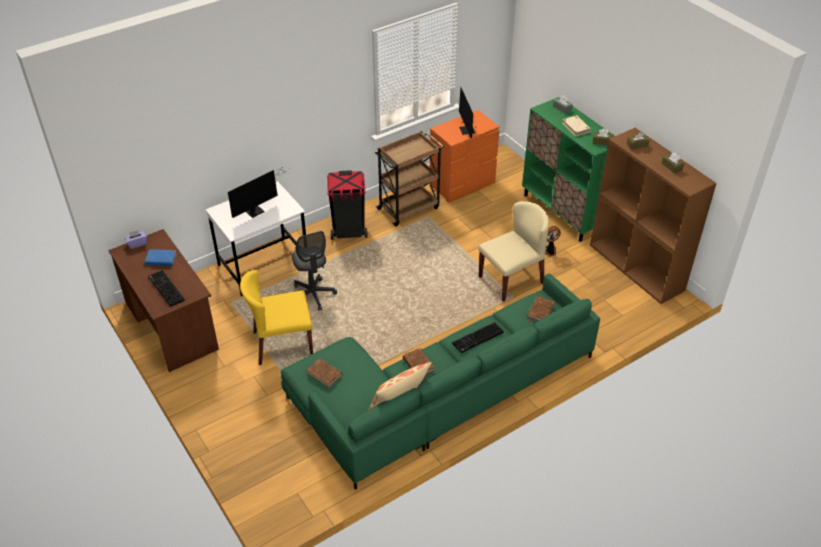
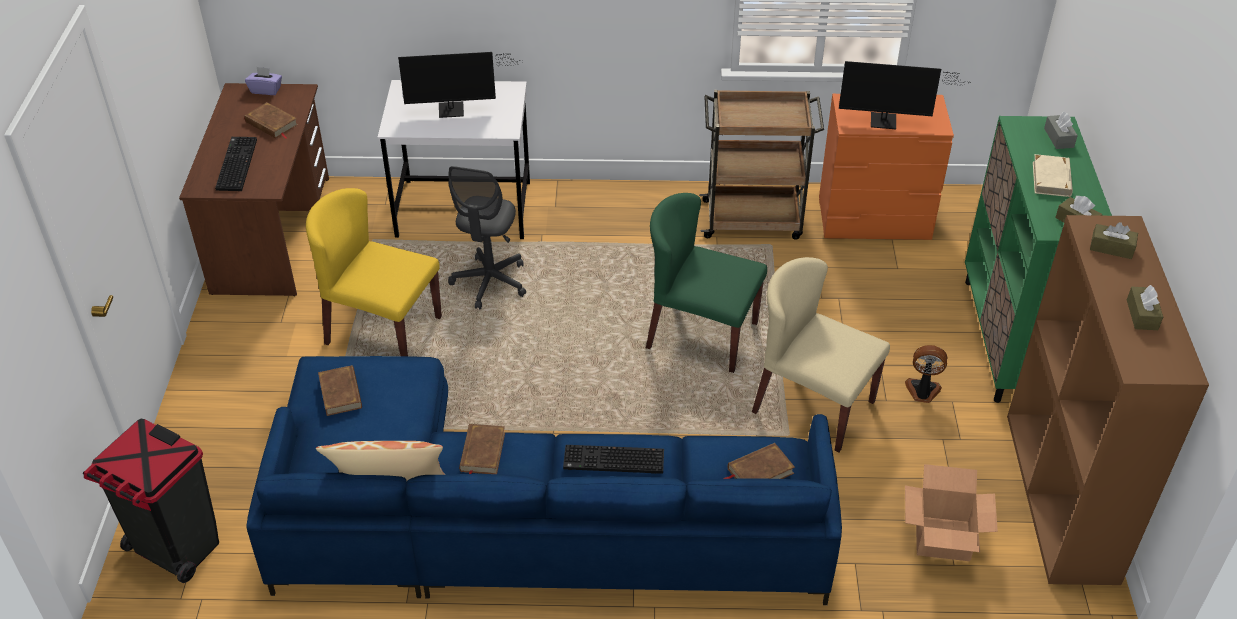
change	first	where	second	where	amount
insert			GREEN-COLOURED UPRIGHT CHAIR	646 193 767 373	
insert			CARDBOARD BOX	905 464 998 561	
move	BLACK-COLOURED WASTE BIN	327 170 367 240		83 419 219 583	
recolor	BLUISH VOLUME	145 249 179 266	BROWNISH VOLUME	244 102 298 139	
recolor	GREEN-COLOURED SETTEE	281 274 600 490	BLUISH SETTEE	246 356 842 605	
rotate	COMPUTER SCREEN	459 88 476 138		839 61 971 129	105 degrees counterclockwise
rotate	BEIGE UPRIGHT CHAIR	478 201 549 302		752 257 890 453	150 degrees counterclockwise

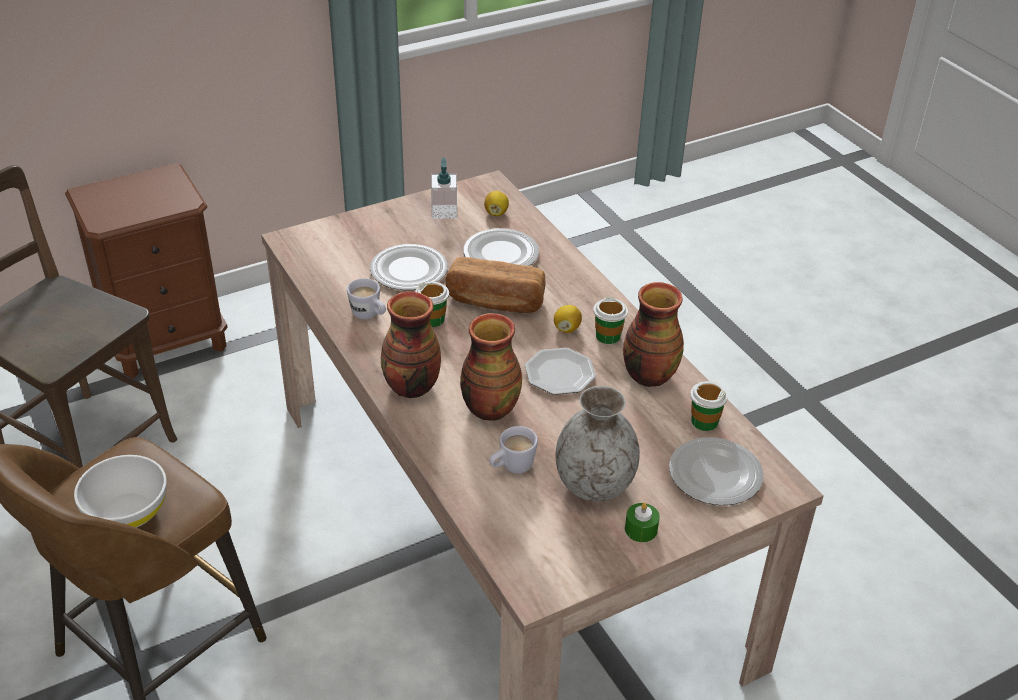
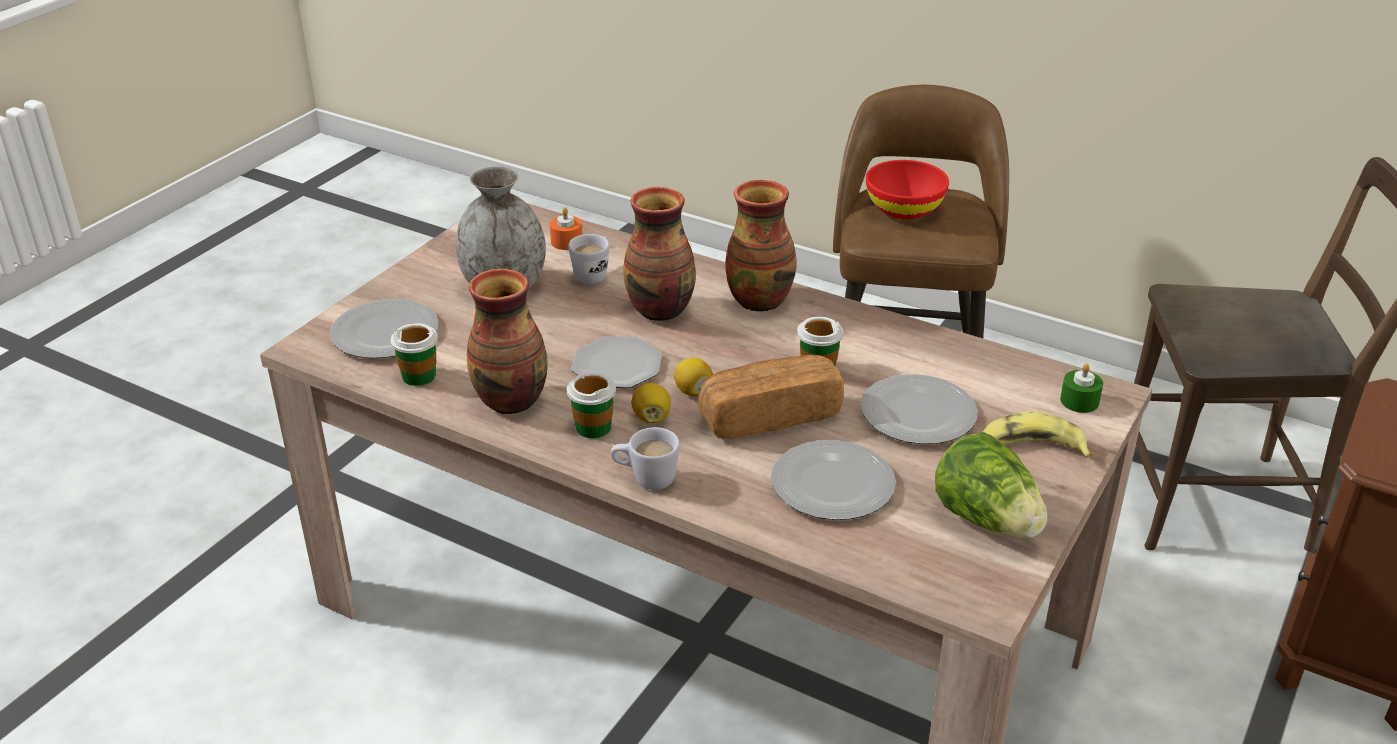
change	first	where	second	where	amount
insert			ORANGE WAX CANDLE	550 208 583 250	
insert			BANANA	982 411 1092 458	
move	WHITISH MUG	347 278 386 319		611 427 680 490	
move	CITRUS FRUIT	484 191 509 216		674 358 713 396	
move	GREEN-COLOURED WAX CANDLE	625 502 660 542		1060 363 1103 413	
replace	LIQUID SOAP BOTTLE	431 158 457 219	LETTUCE HEAD	935 432 1047 538	
recolor	WHITISH BOWL	74 455 167 528	RED-COLOURED BOWL	866 160 949 219	

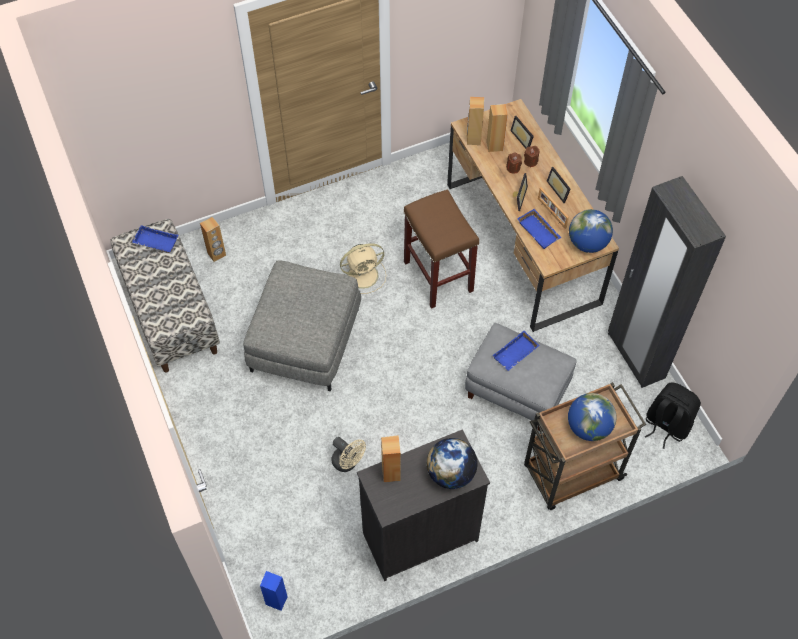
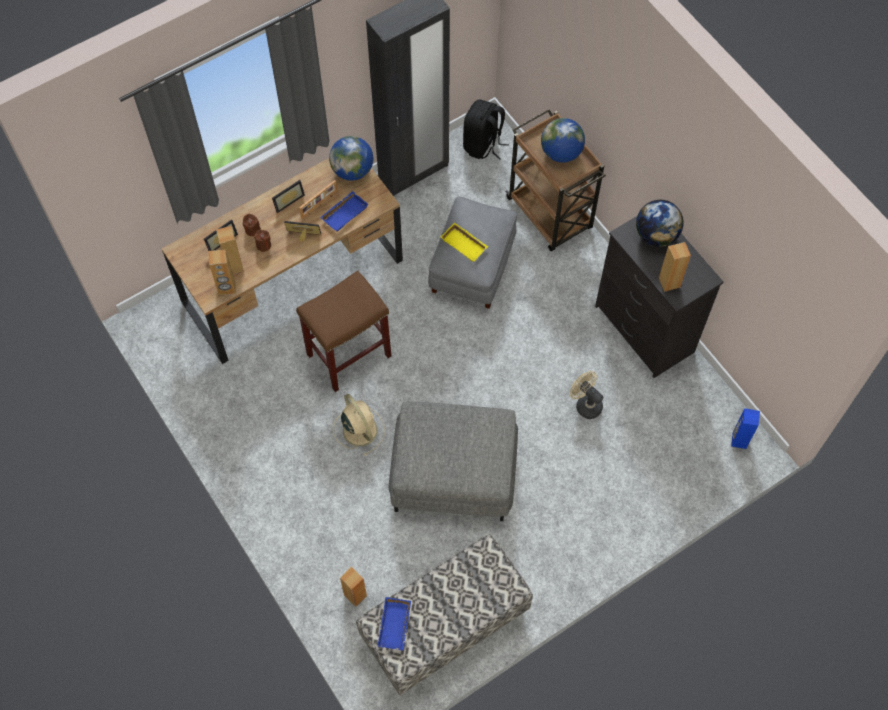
change	first	where	second	where	amount
recolor	BLUISH CARRYING TRAY	492 331 540 371	YELLOW CARRYING TRAY	441 222 488 262	
rotate	BEIGE FAN	331 437 366 472		570 371 603 419	75 degrees counterclockwise

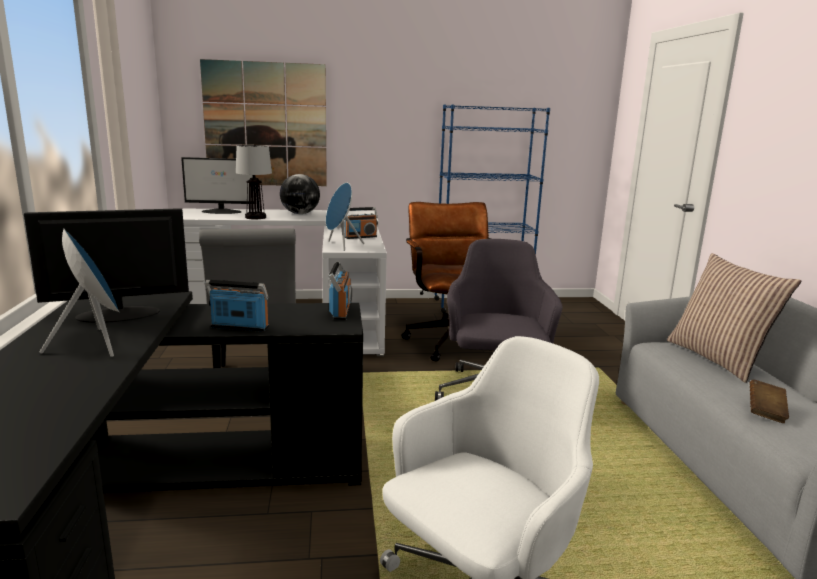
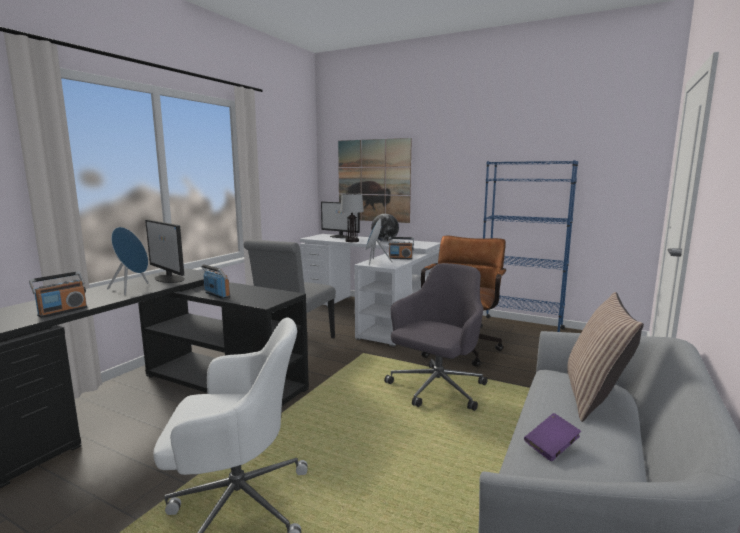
change	first	where	second	where	amount
move	RADIO	328 261 352 320		29 271 87 318	
recolor	BROWNISH VOLUME	750 379 789 423	PURPLE VOLUME	524 413 581 461	
rotate	COMPUTER SCREEN	24 208 189 323		145 219 185 283	150 degrees counterclockwise

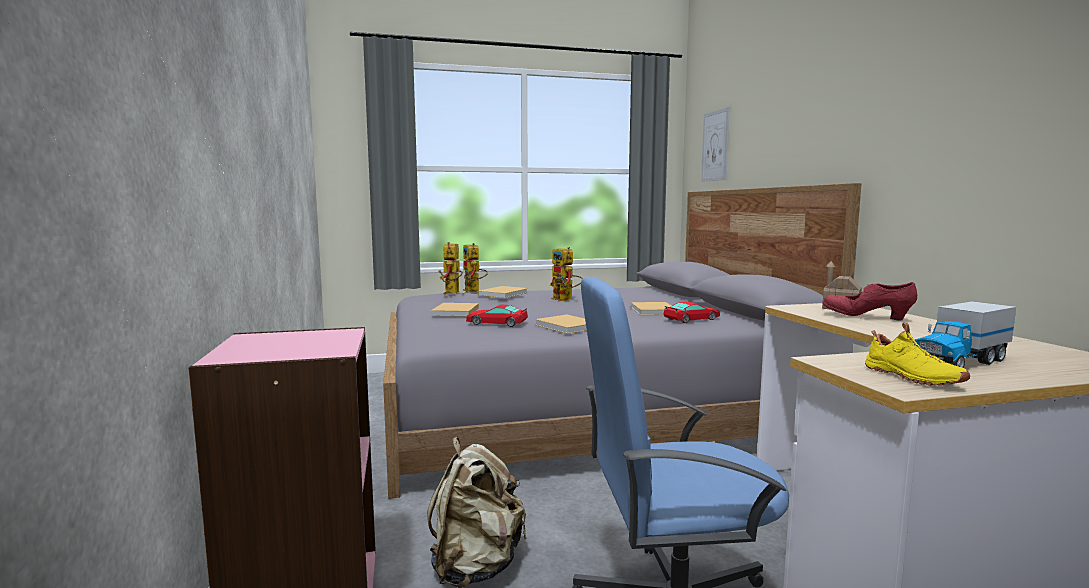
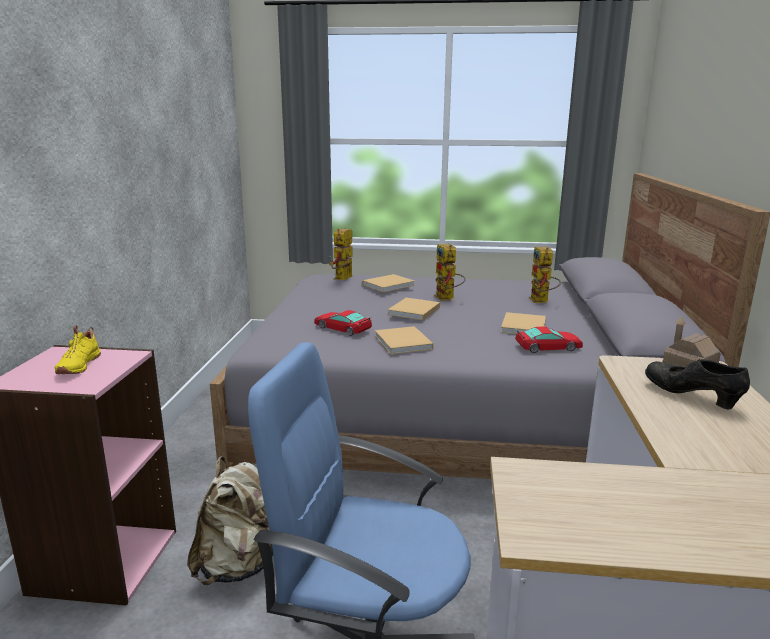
change	first	where	second	where	amount
delete	PICTURE	701 107 730 182			
delete	TOY TRUCK	915 301 1016 368			
move	BEIGE VOLUME	431 303 479 317		388 298 440 320	
move	ROBOT FIGURE	463 243 488 292		529 247 561 303	
move	YELLOW LOW SHOE	865 322 970 386		55 326 101 374	
recolor	RED-COLOURED LOW SHOE	823 282 917 321	BLACK-COLOURED LOW SHOE	645 359 750 409	

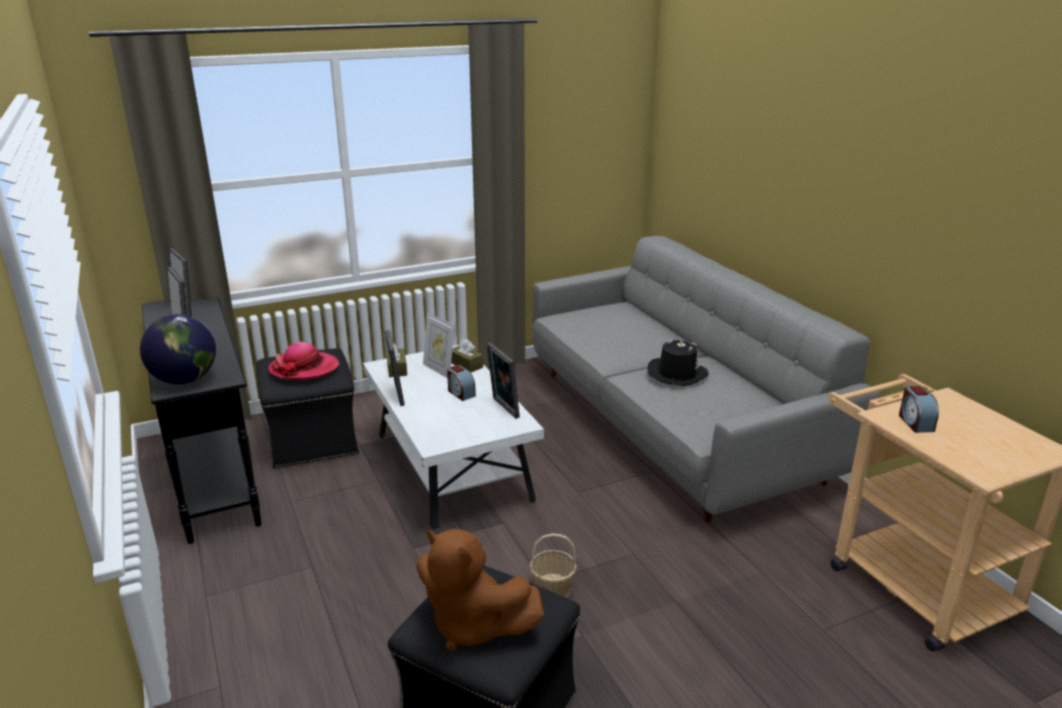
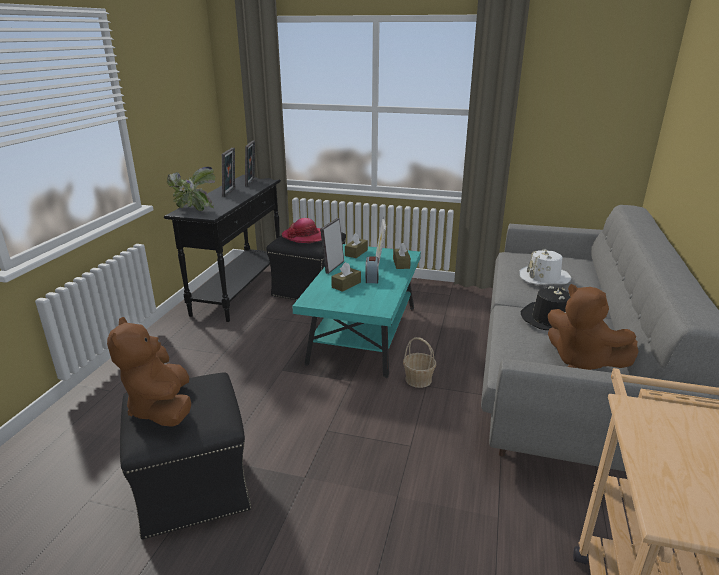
change	first	where	second	where	amount
delete	PHOTO FRAME	487 343 520 419			
delete	TABLE CLOCK	899 386 939 433			
insert			BROWNISH BOX OF TISSUES	331 262 361 292	
insert			WHITISH WEARABLE HAT	519 249 571 285	
insert			BROWNISH PLUSH TOY	548 284 639 370	
move	HOUSEHOLD BASKET	530 533 577 598		403 337 436 388	
replace	GLOBE	140 314 216 384	POTTED PLANT	167 167 215 211	
recolor	WHITISH LOW TABLE	363 345 544 530	TURQUOISE LOW TABLE	292 244 421 378	

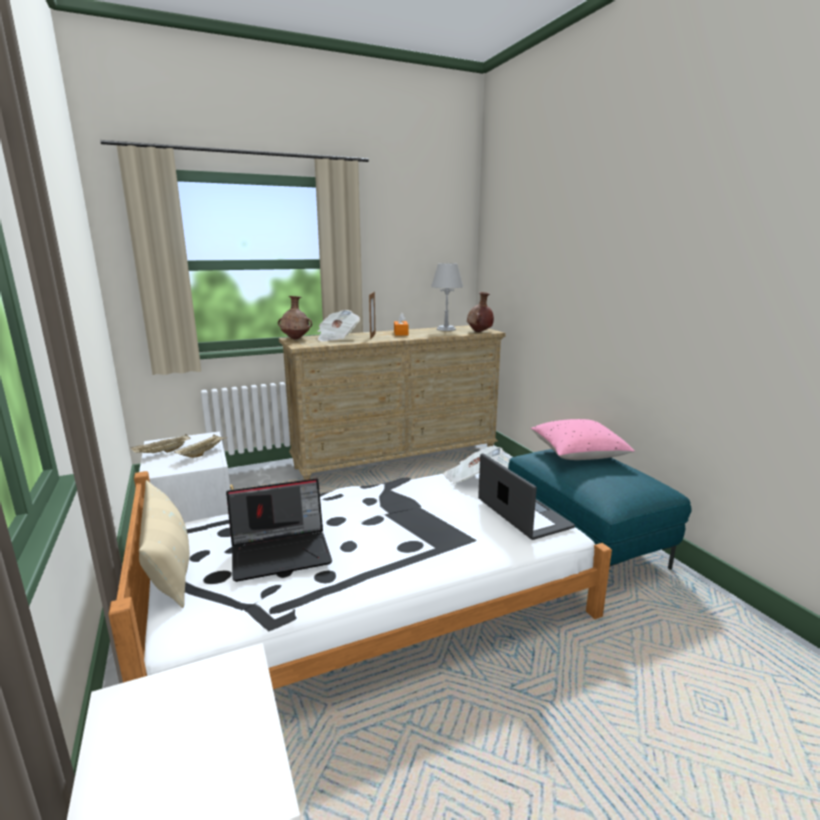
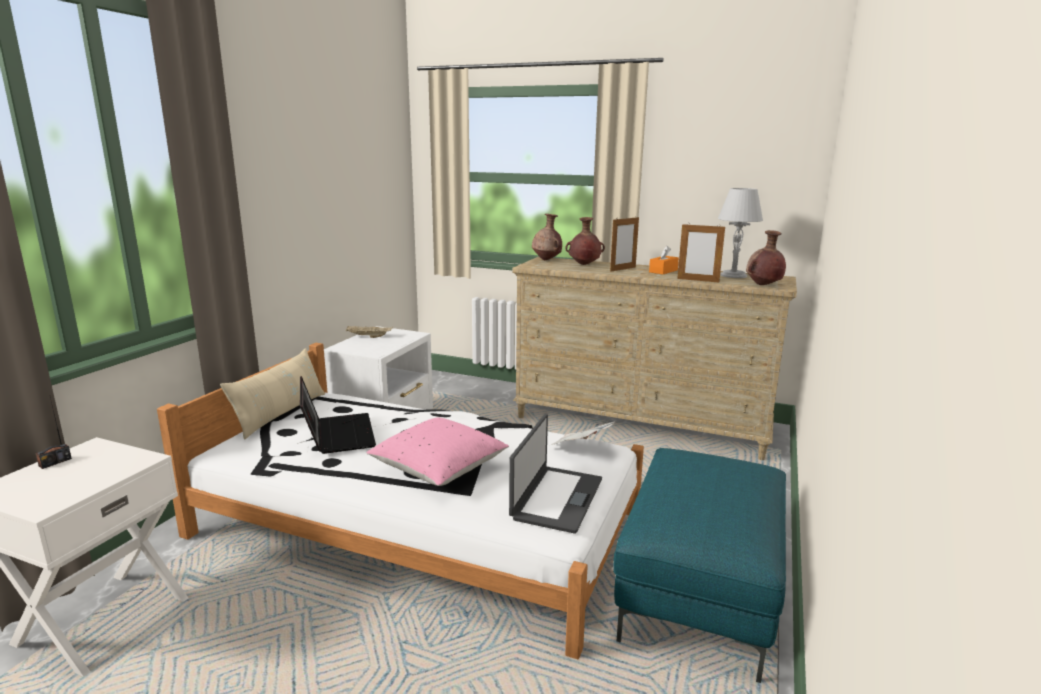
change	first	where	second	where	amount
delete	BEIGE CARRYING TRAY	174 434 228 458			
insert			RADIO	35 397 72 469	
insert			PHOTO FRAME	677 223 725 283	
move	PINK-COLOURED PILLOW	531 419 635 460		366 418 509 486	
replace	NEWSPAPER	318 310 360 341	BROWNISH VASE	566 217 605 265	
rotate	NOTEBOOK COMPUTER	226 478 332 582		300 376 376 454	135 degrees counterclockwise

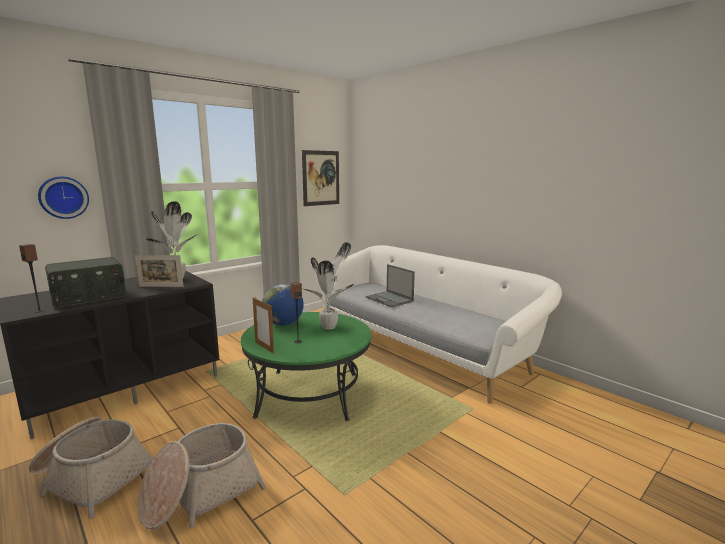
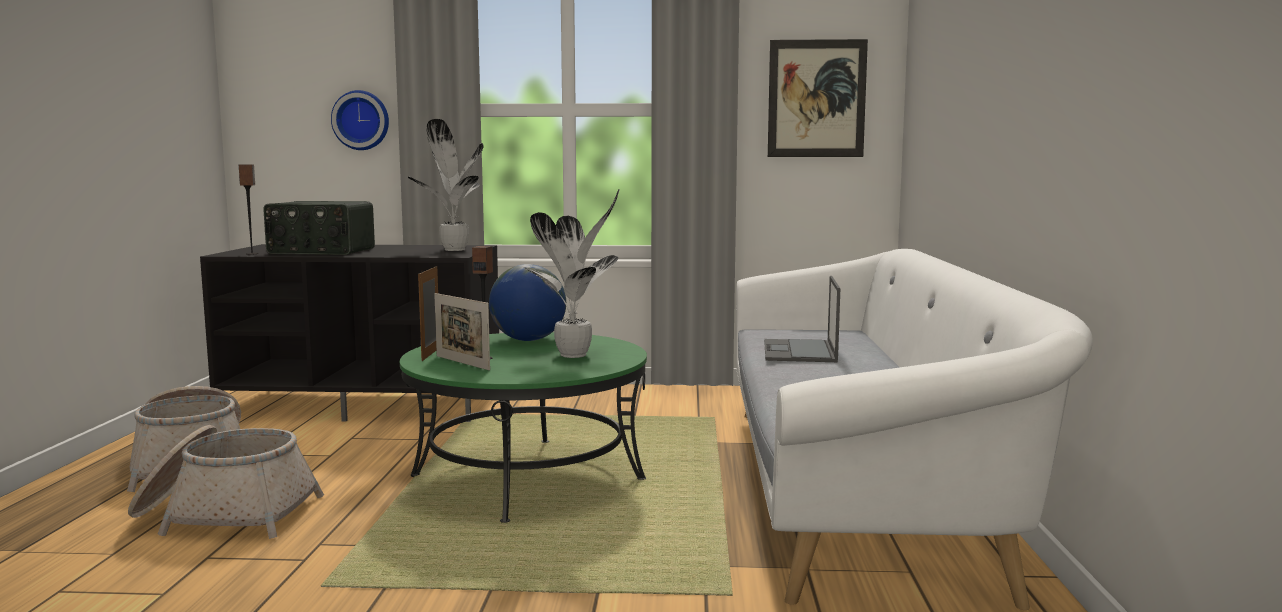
change	first	where	second	where	amount
move	PHOTO FRAME	135 255 184 287		434 293 490 370	

